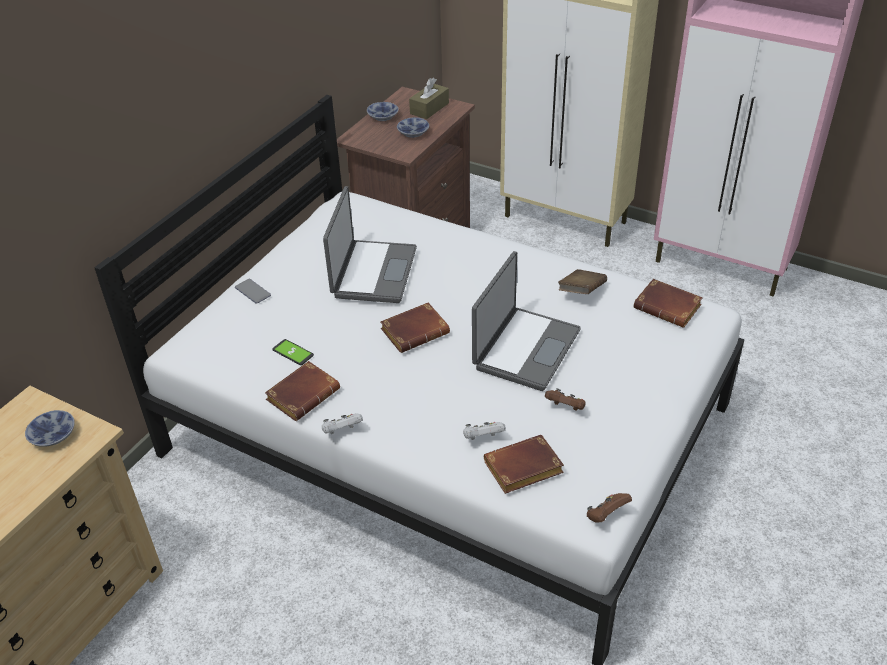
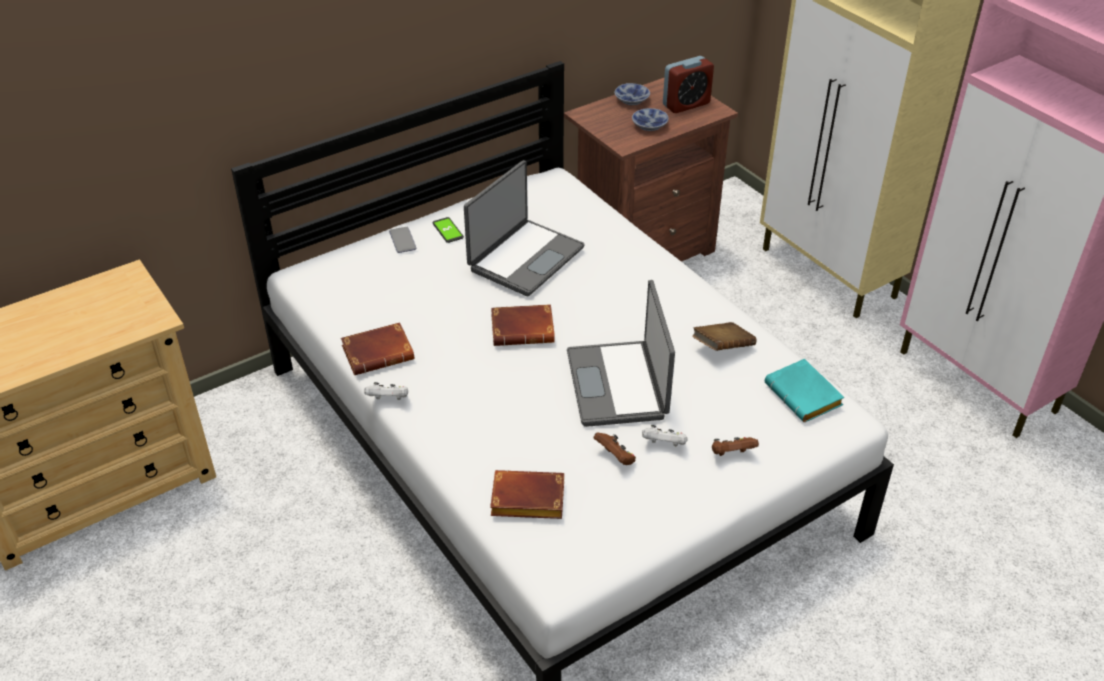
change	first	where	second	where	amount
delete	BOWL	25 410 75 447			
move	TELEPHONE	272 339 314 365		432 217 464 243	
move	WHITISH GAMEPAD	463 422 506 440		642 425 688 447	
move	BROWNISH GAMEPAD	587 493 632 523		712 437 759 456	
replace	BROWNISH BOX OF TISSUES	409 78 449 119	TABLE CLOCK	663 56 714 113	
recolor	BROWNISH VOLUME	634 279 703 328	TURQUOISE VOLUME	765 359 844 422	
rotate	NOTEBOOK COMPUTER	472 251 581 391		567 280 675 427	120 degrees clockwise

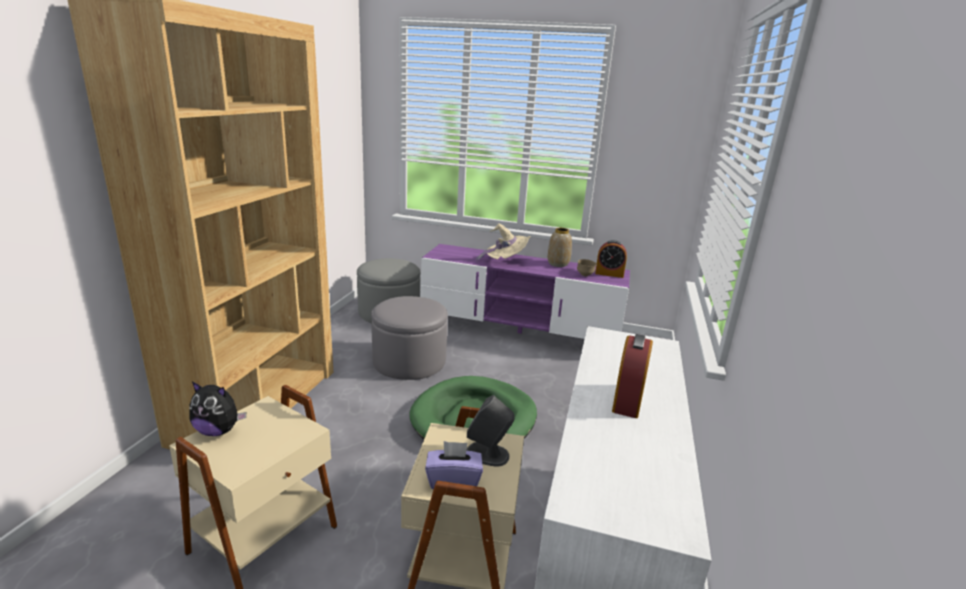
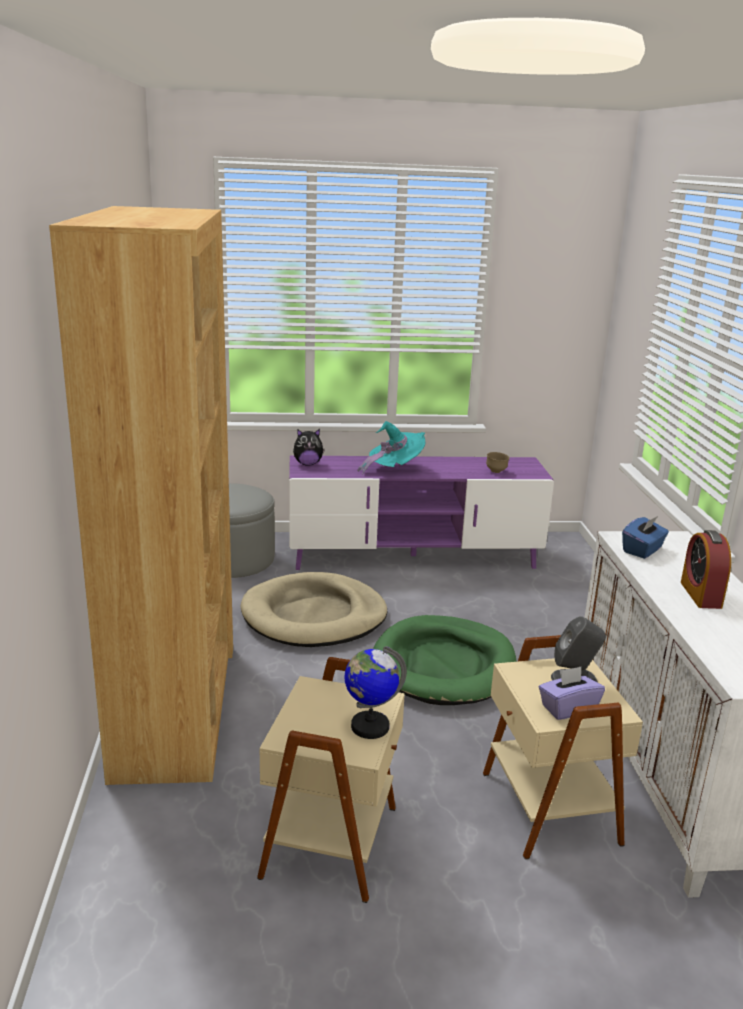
change	first	where	second	where	amount
delete	VASE	548 228 572 267			
delete	TABLE CLOCK	595 240 627 278			
insert			GLOBE	345 646 407 739	
insert			BLUISH BOX OF TISSUES	622 516 669 559	
move	PLUSH TOY	189 382 246 436		293 429 325 466	
replace	GREY OTTOMAN	371 296 448 380	BEIGE DOG CUSHION	240 572 388 647	
recolor	BEIGE WEARABLE HAT	476 223 530 262	TURQUOISE WEARABLE HAT	357 421 426 475	

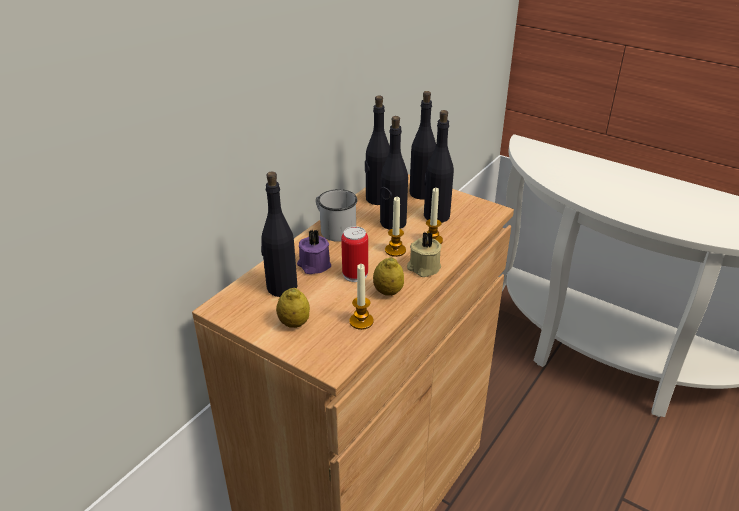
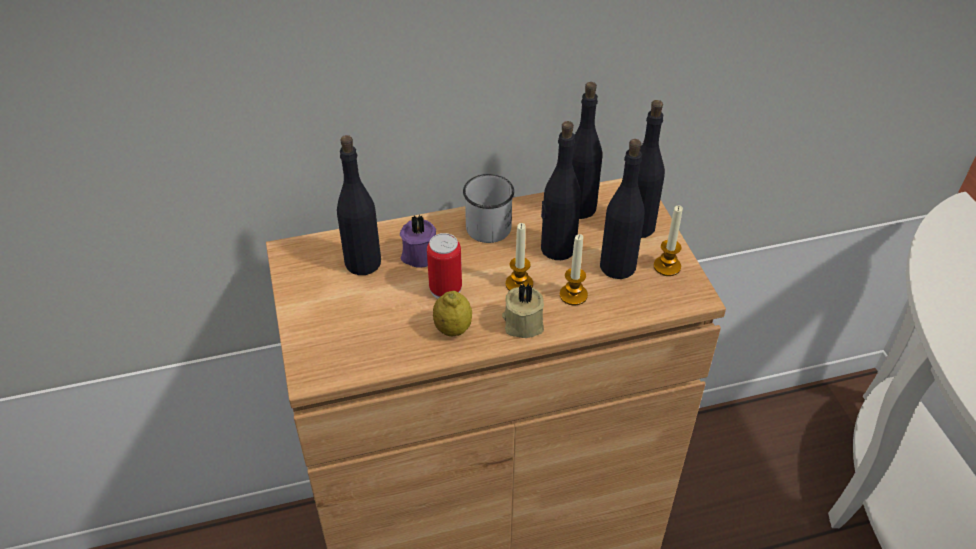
change	first	where	second	where	amount
delete	CITRUS FRUIT	276 288 310 328			
move	WAX CANDLE	349 264 374 330		654 205 683 276	

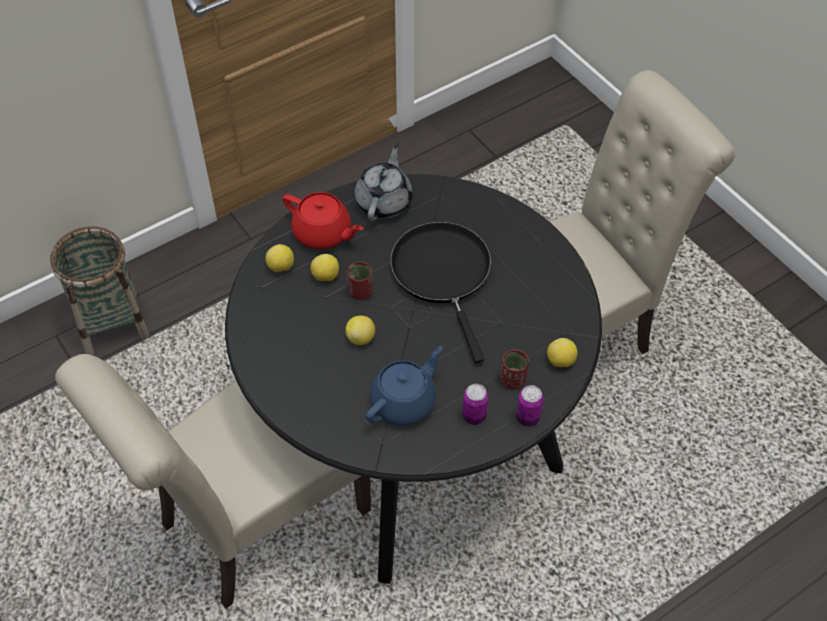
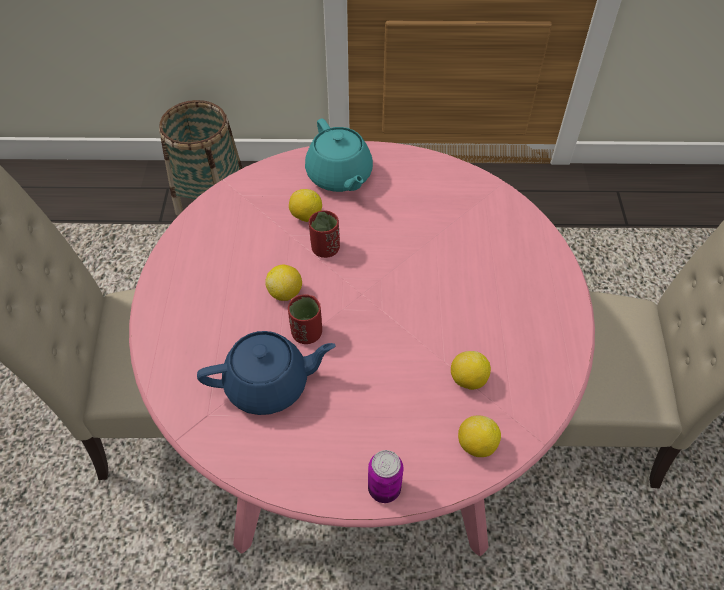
change	first	where	second	where	amount
delete	GREY TEA POT	354 143 413 221			
delete	BLACK-COLOURED SKILLET	390 222 491 363			
delete	SEALED CAN	462 384 488 425			
move	CITRUS FRUIT	265 244 294 272		451 351 491 390	
move	RED-COLOURED SMALL CUP	500 349 529 390		288 294 322 344	
recolor	BLACK-COLOURED DINING TABLE	225 174 602 584	PINK-COLOURED DINING TABLE	129 141 595 556	
recolor	RED-COLOURED TEA POT	283 192 363 249	TURQUOISE TEA POT	305 118 373 192	

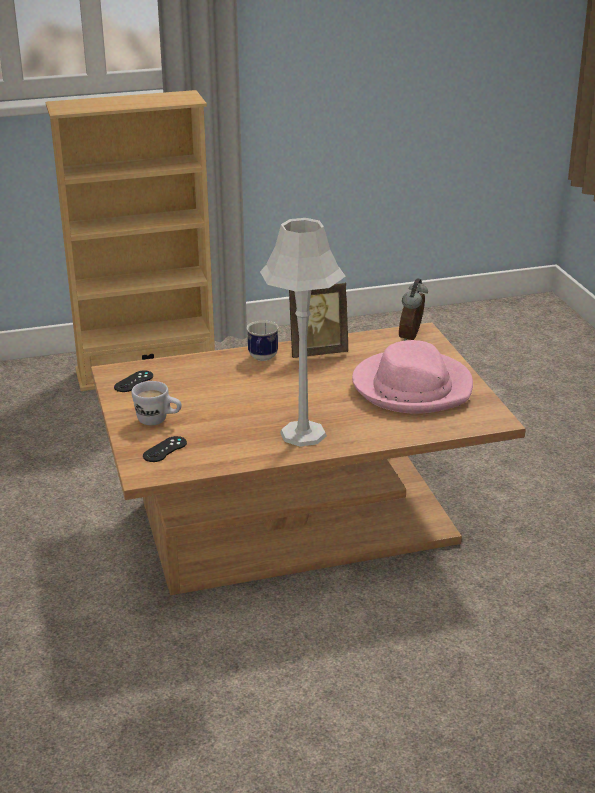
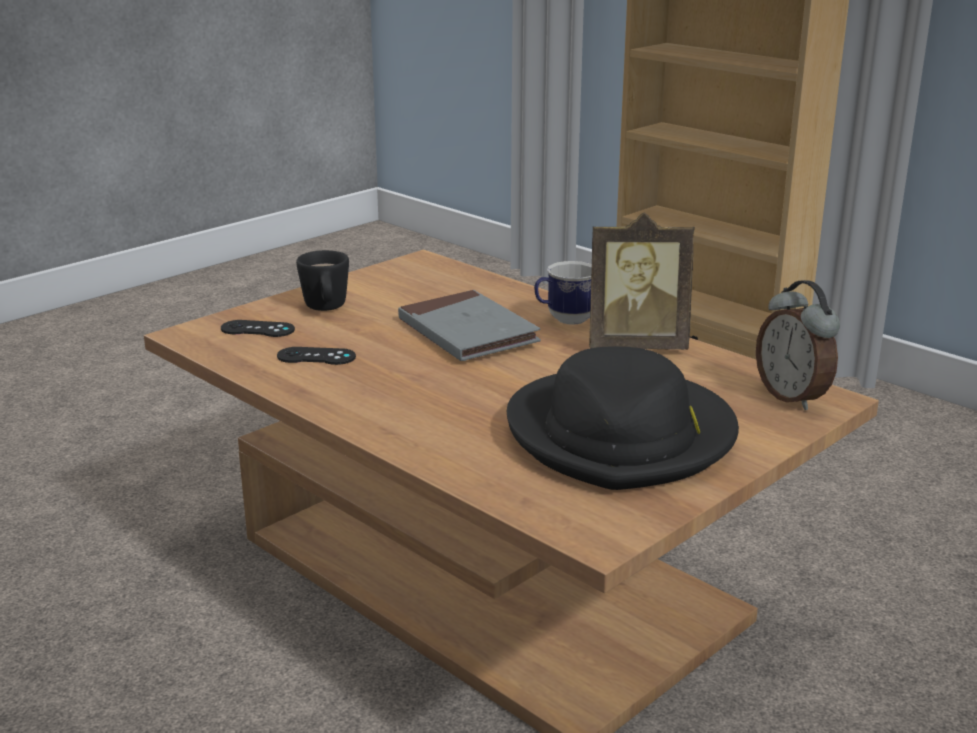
change	first	where	second	where	amount
delete	GREY TABLE LAMP	260 218 346 447			
insert			GREY VOLUME	398 290 541 361	
move	BLACK-COLOURED GAMEPAD	114 371 153 392		277 347 356 365	
recolor	WHITISH MUG	131 381 182 425	BLACK-COLOURED MUG	296 250 349 311	
recolor	PINK-COLOURED WEARABLE HAT	352 340 473 414	BLACK-COLOURED WEARABLE HAT	507 346 739 490	
rotate	PHOTO FRAME	289 282 348 358		589 213 695 350	45 degrees counterclockwise
rotate	TABLE CLOCK	399 278 428 341		756 280 840 410	105 degrees counterclockwise

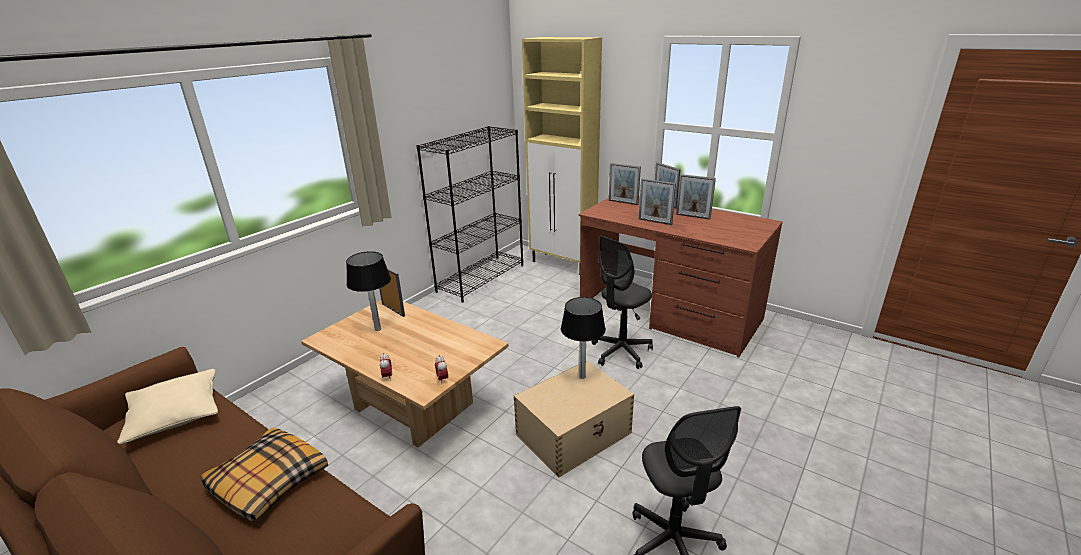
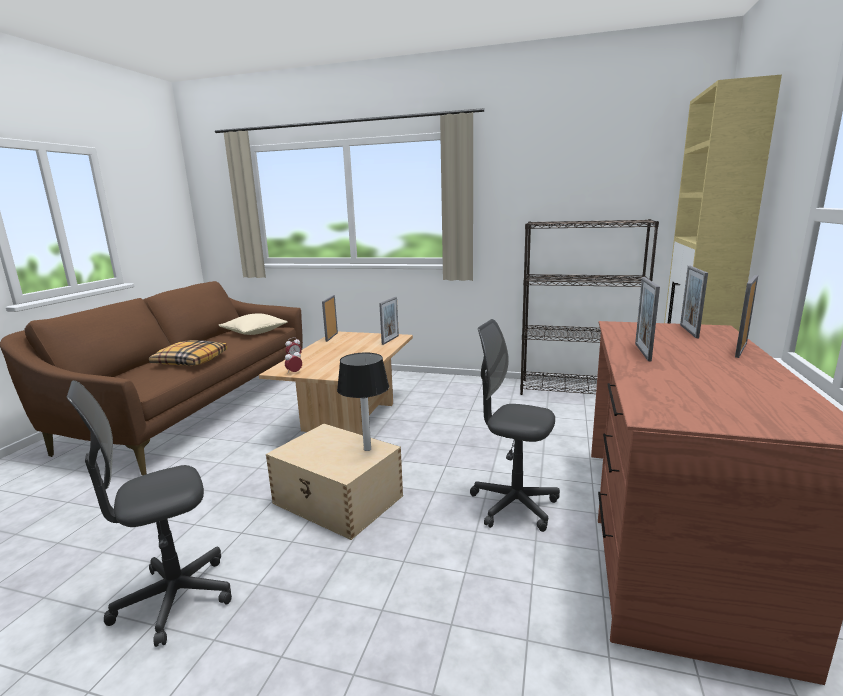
change	first	where	second	where	amount
delete	TABLE LAMP	346 251 391 331			
move	PHOTO FRAME	676 174 716 219		322 295 338 342	

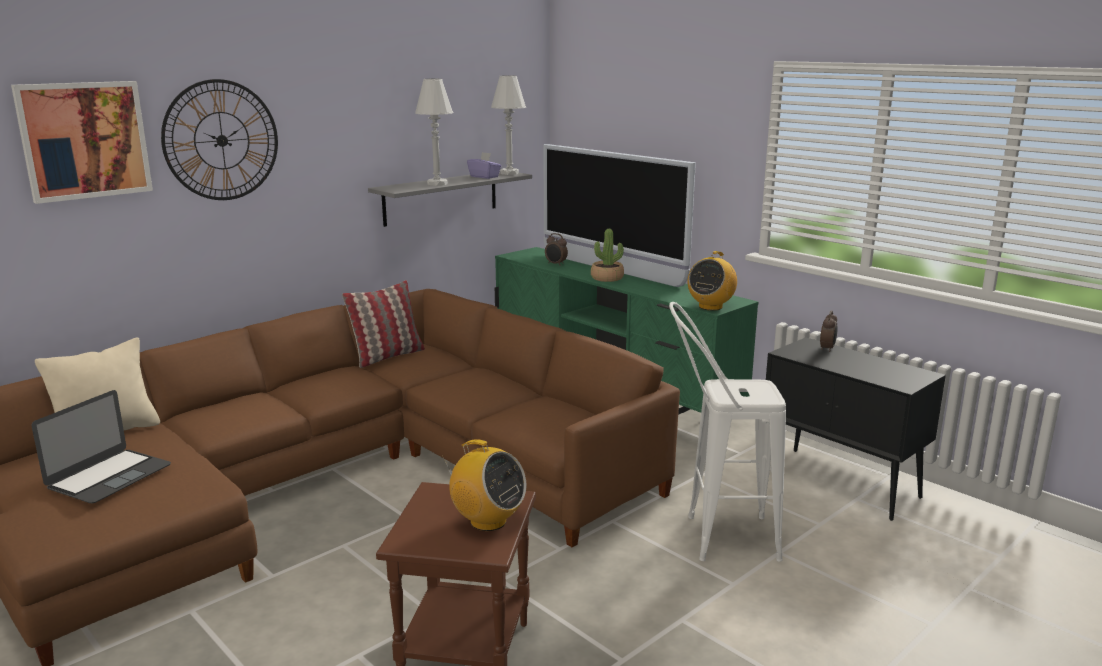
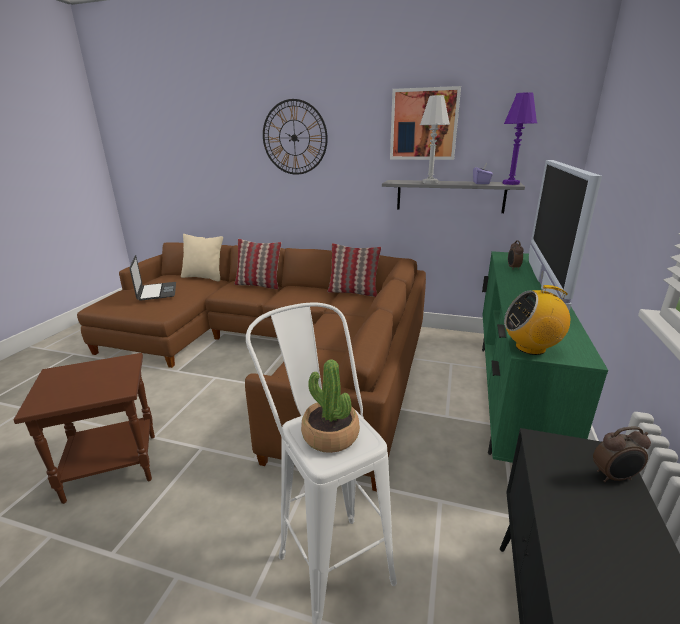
change	first	where	second	where	amount
delete	RADIO	443 439 526 531			
insert			PILLOW	234 239 281 289	
move	PICTURE	11 81 153 204		390 86 461 160	
move	POTTED PLANT	591 229 624 282		301 359 360 453	
recolor	WHITISH TABLE LAMP	491 75 526 175	PURPLE TABLE LAMP	502 92 537 185	
rotate	NOTEBOOK COMPUTER	32 390 171 503		129 255 176 301	105 degrees counterclockwise

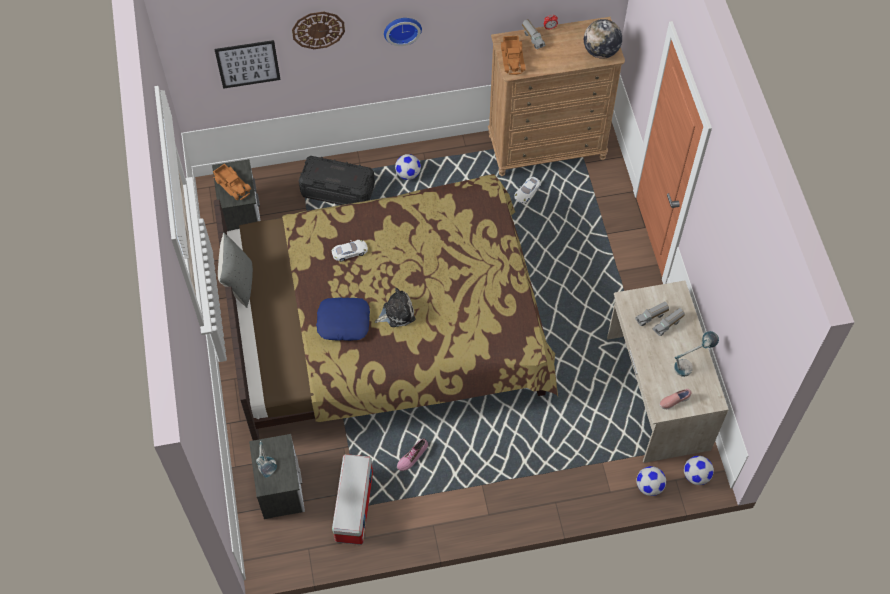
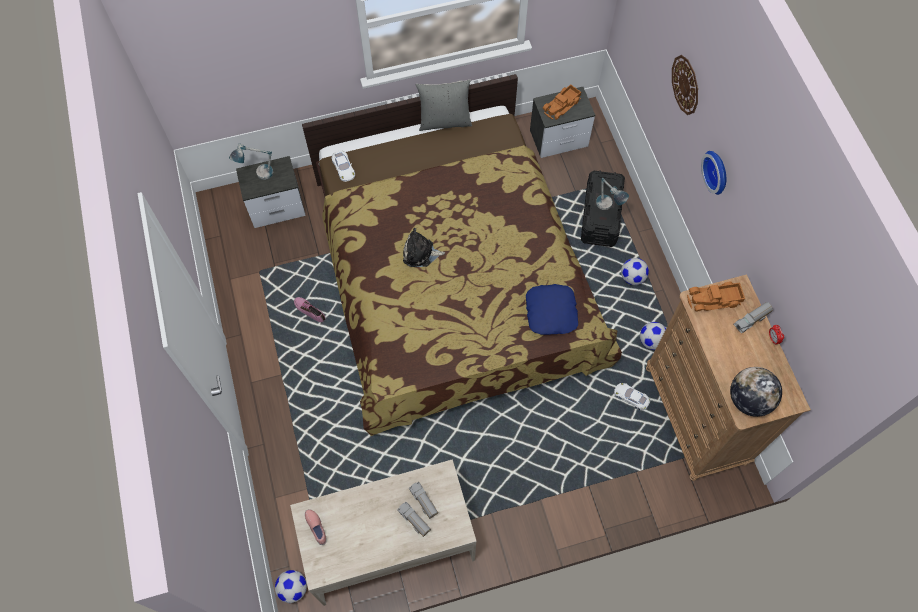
change	first	where	second	where	amount
delete	PICTURE	215 40 281 89			
delete	STORAGE BOX	332 454 373 545			
move	BLUISH PILLOW	316 297 370 341		526 284 578 335	
move	WHITISH TOY CAR	332 240 368 261		332 150 355 182	
move	BALL FOR FOOTBALL	636 466 666 496		640 322 666 350	
move	TABLE LAMP	674 331 719 377		596 178 629 210	
rotate	PLUSH TOY	375 288 415 327		403 228 445 267	120 degrees clockwise

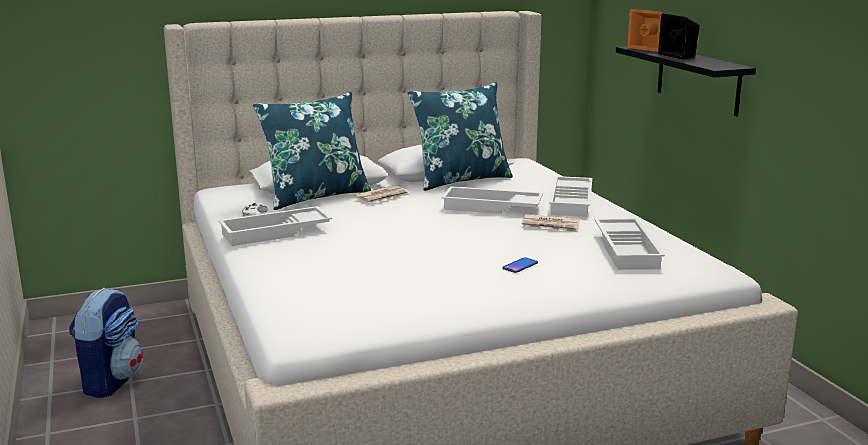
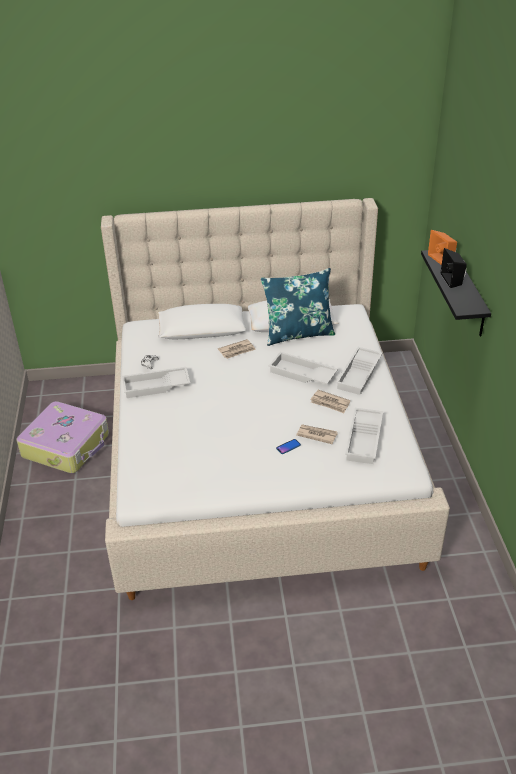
change	first	where	second	where	amount
delete	BLUISH PILLOW	253 92 371 210			
insert			NEWSPAPER	296 424 338 444	
replace	RUCKSACK	69 288 143 398	SUITCASE	16 401 109 473	

